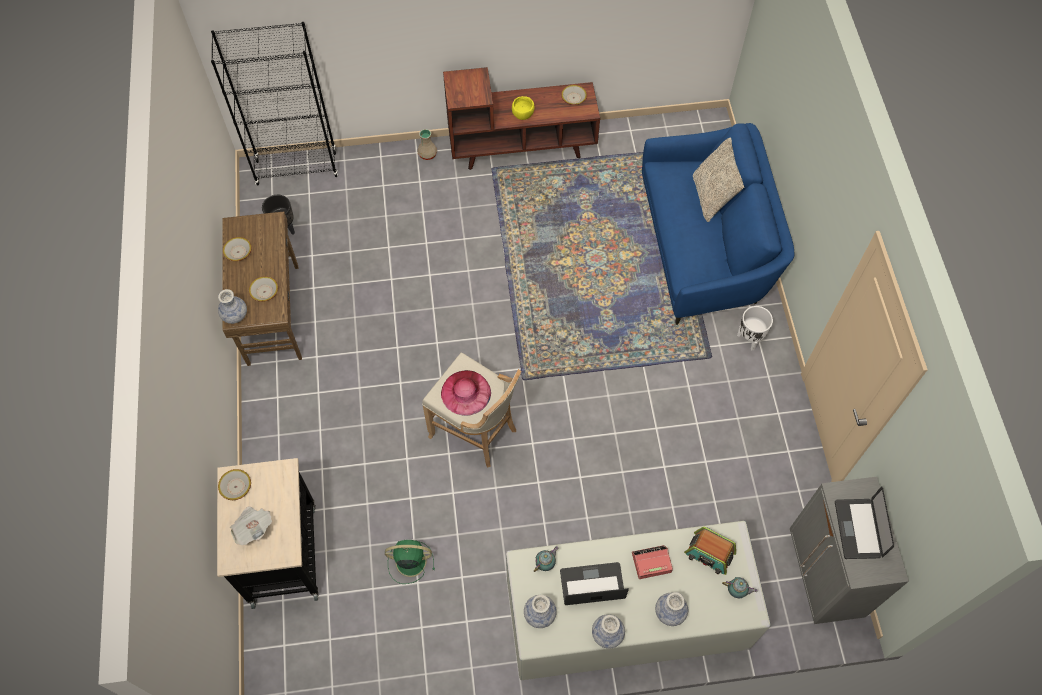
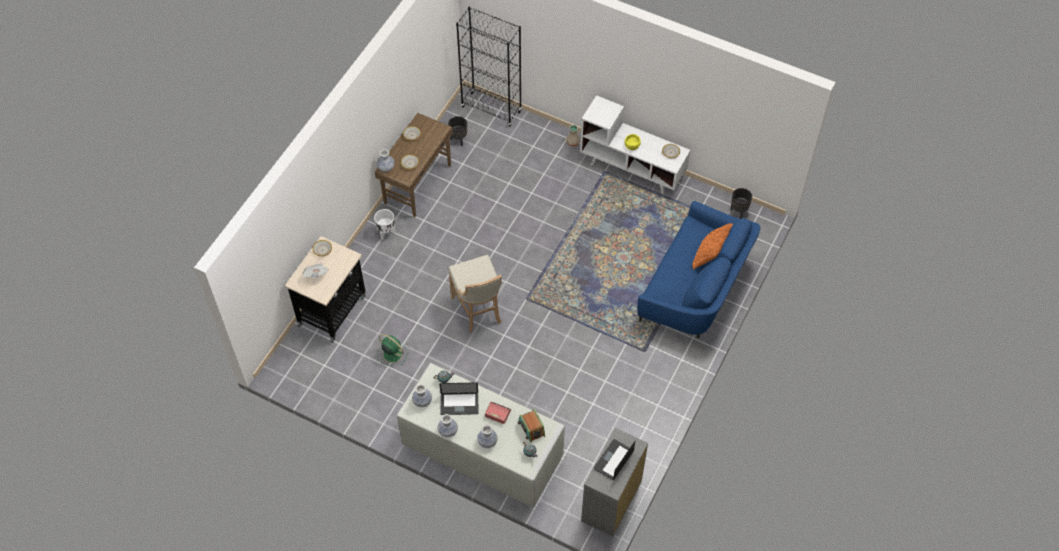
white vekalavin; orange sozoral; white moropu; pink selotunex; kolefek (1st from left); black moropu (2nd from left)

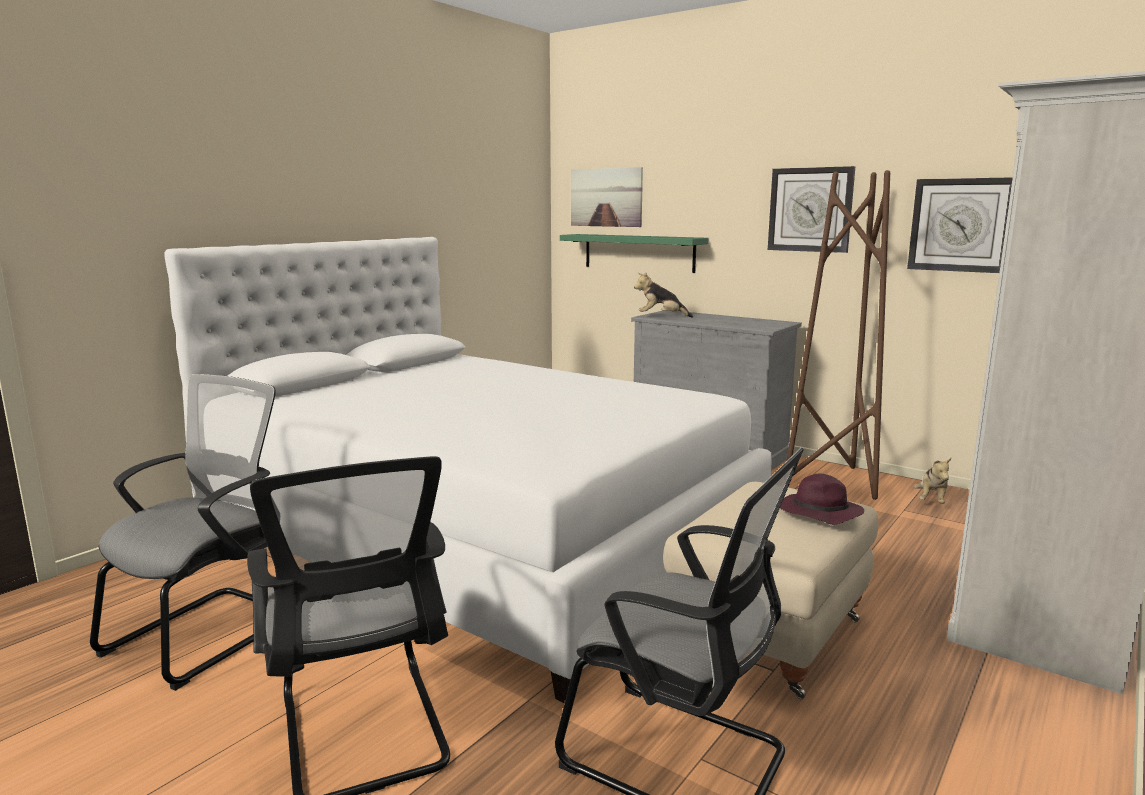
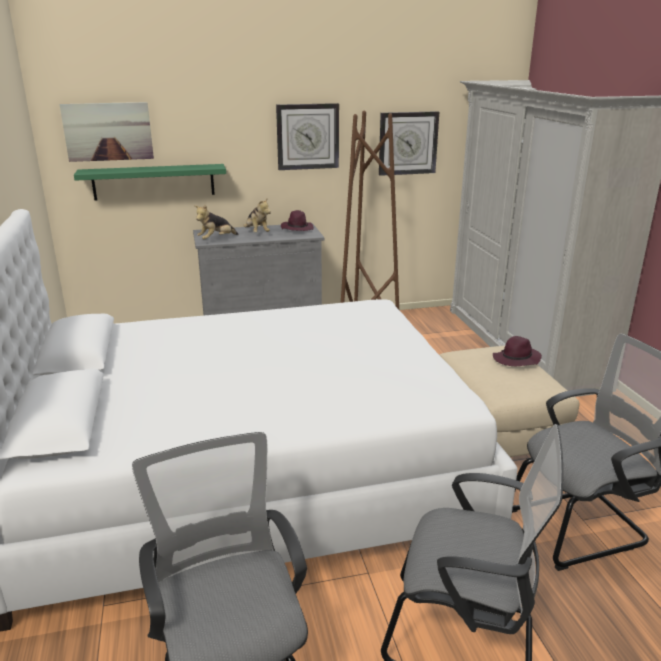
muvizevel (2nd from left); purple selotunex (1st from left)

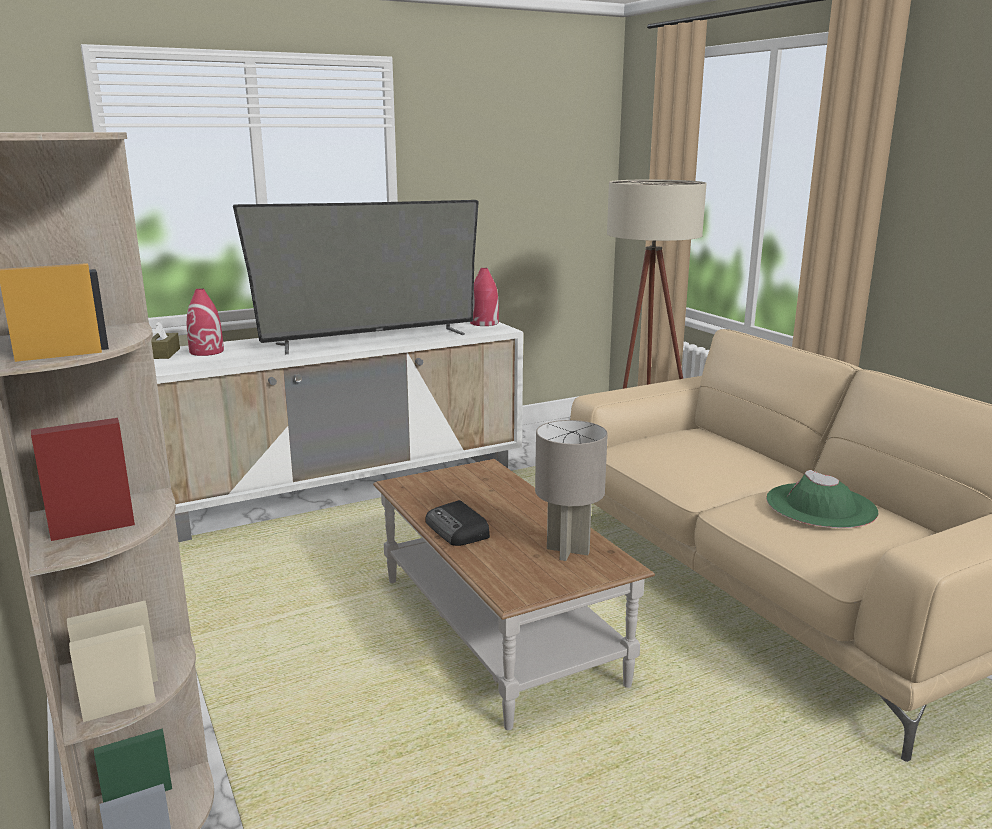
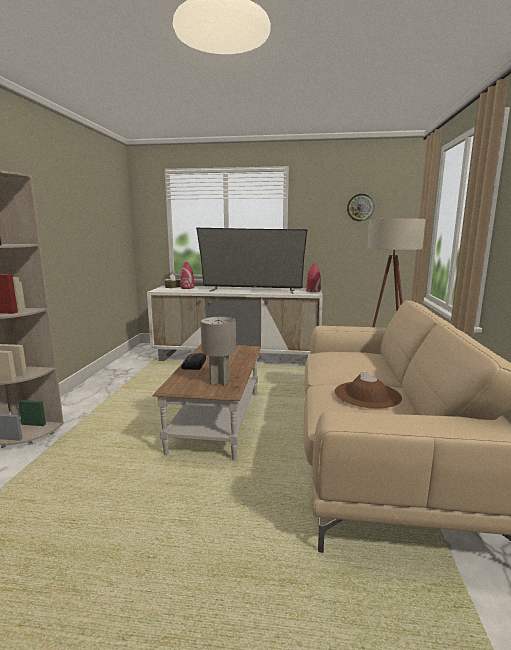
brown selotunex; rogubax

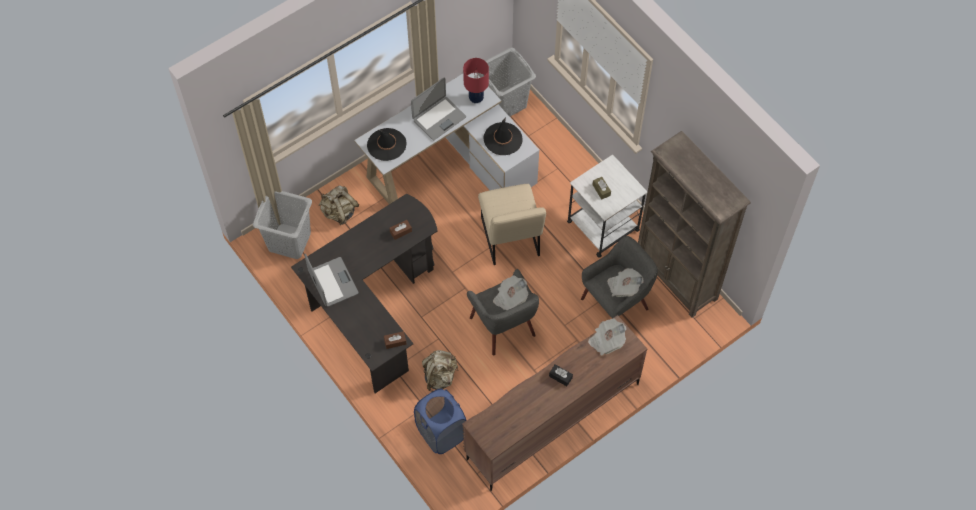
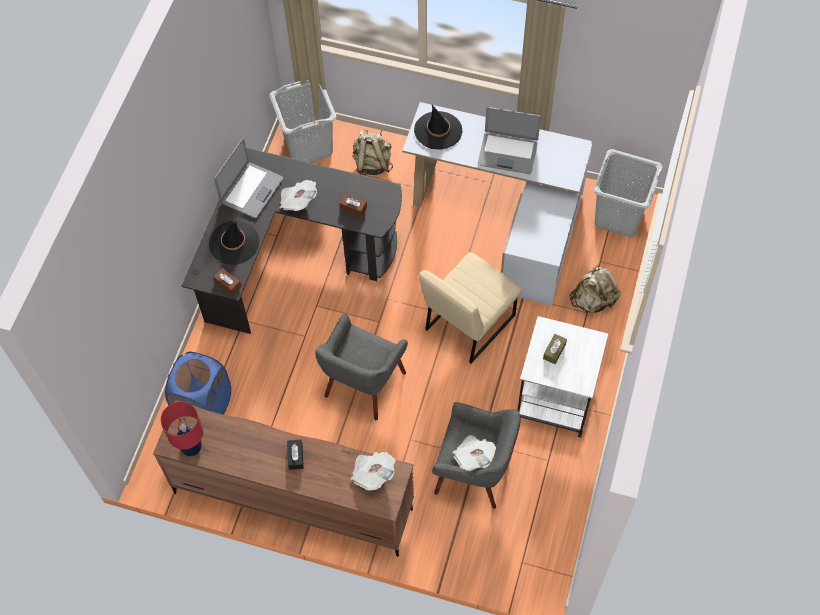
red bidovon; black selotunex (1st from left); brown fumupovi; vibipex (1st from left); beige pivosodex (2nd from left)

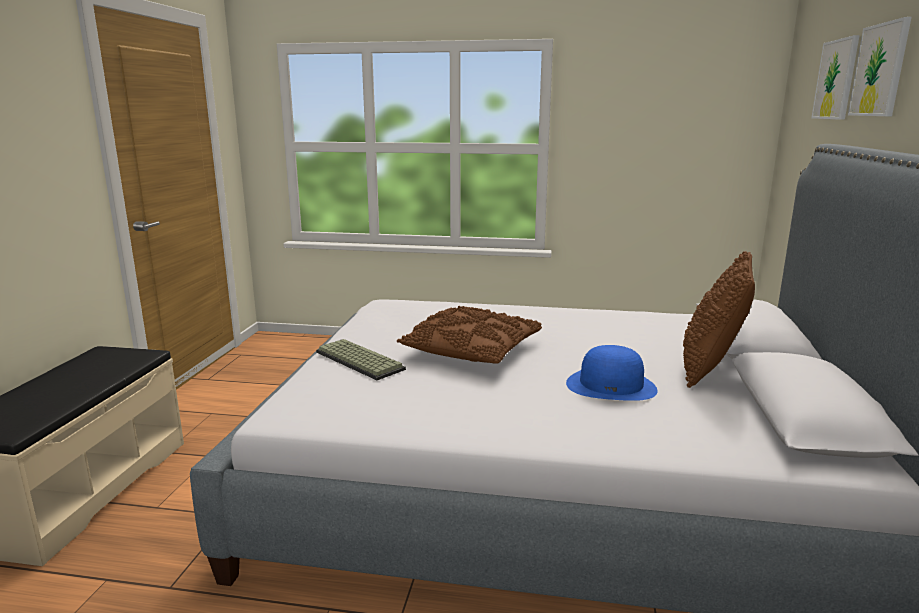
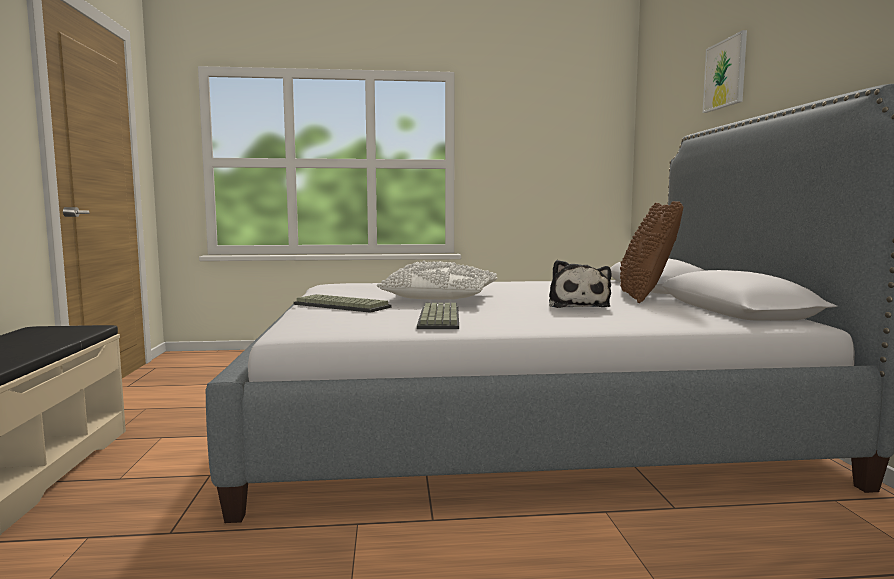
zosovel (1st from left in the first image); white sozoral; muvizevel; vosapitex (2nd from left)

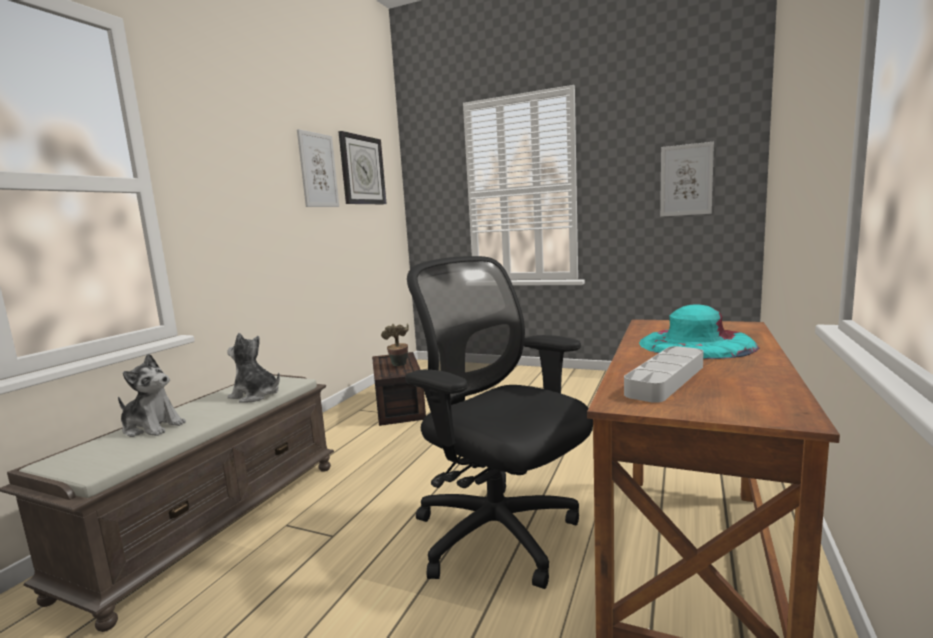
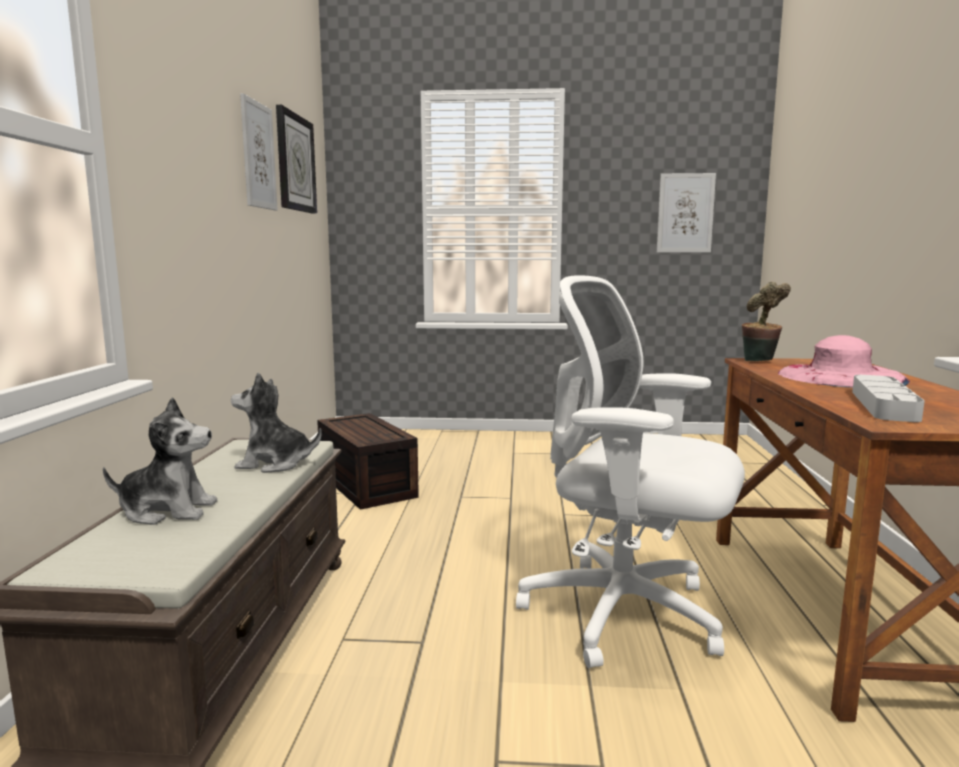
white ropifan; pink selotunex; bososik

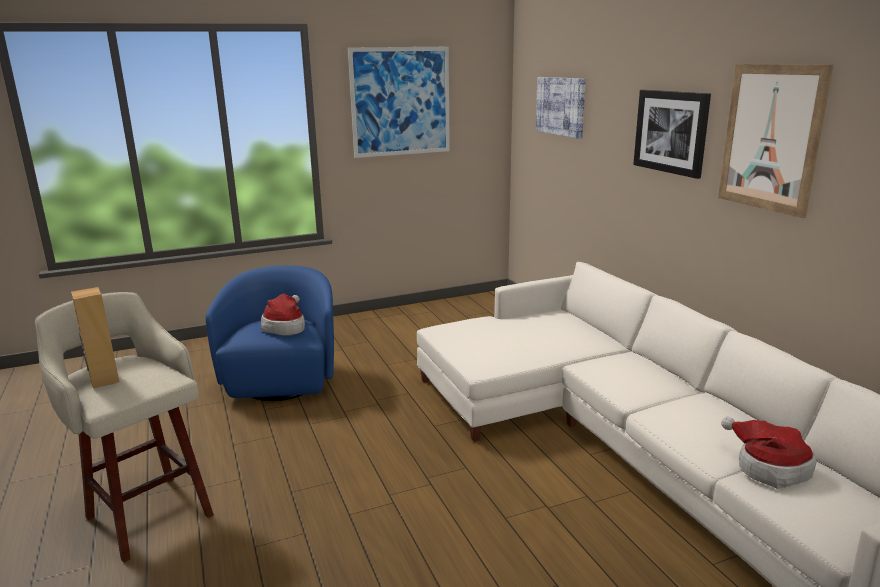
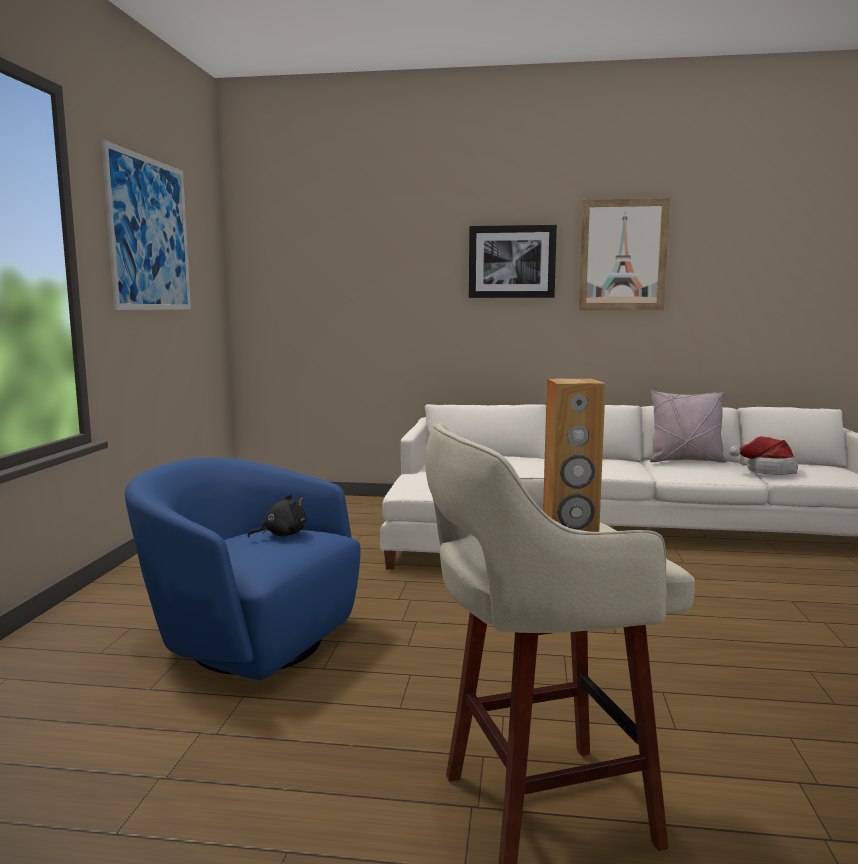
zosovel (2nd from left in the first image); black muvizevel; purple sozoral

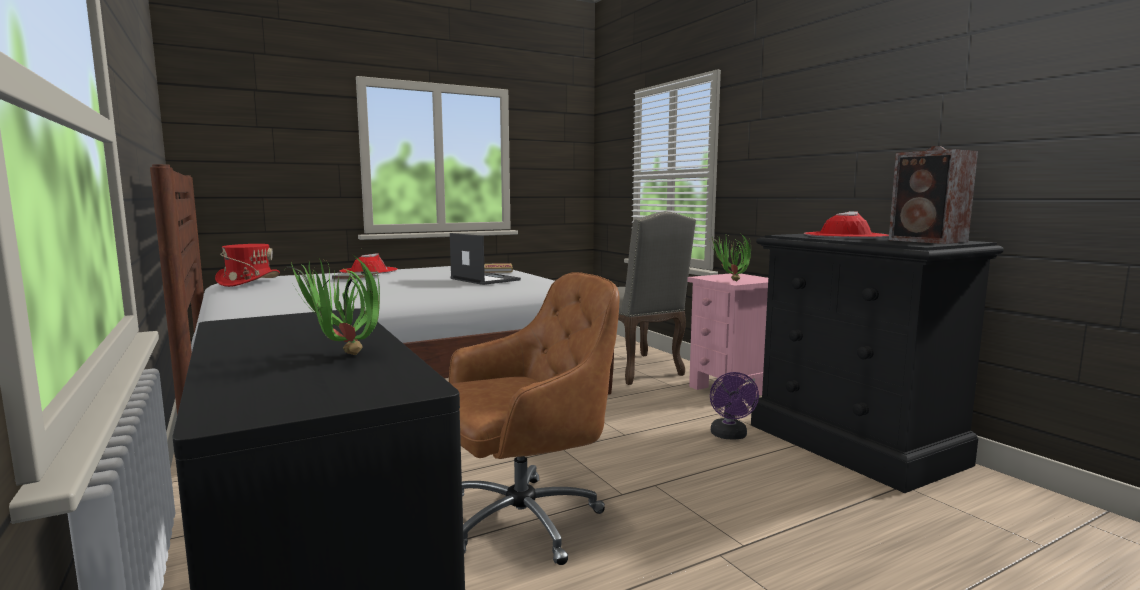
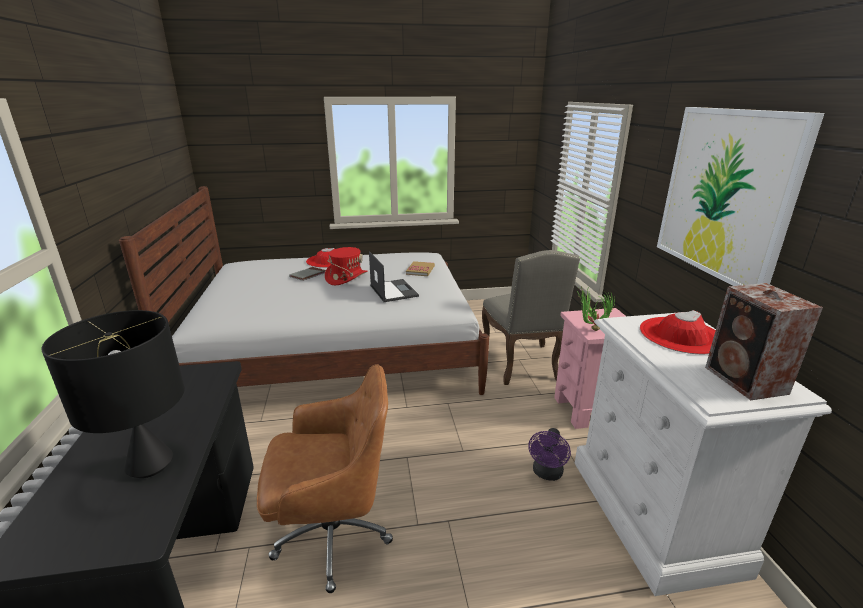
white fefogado; red selotunex (2nd from left); black bidovon; zosovel

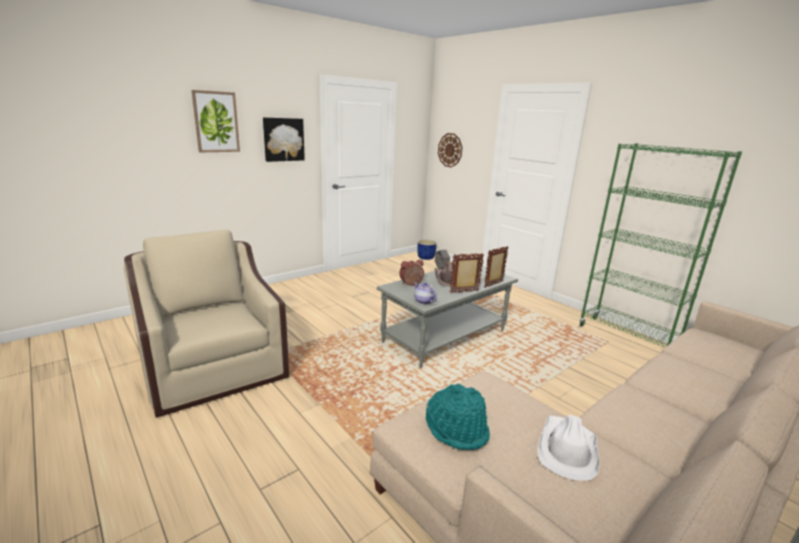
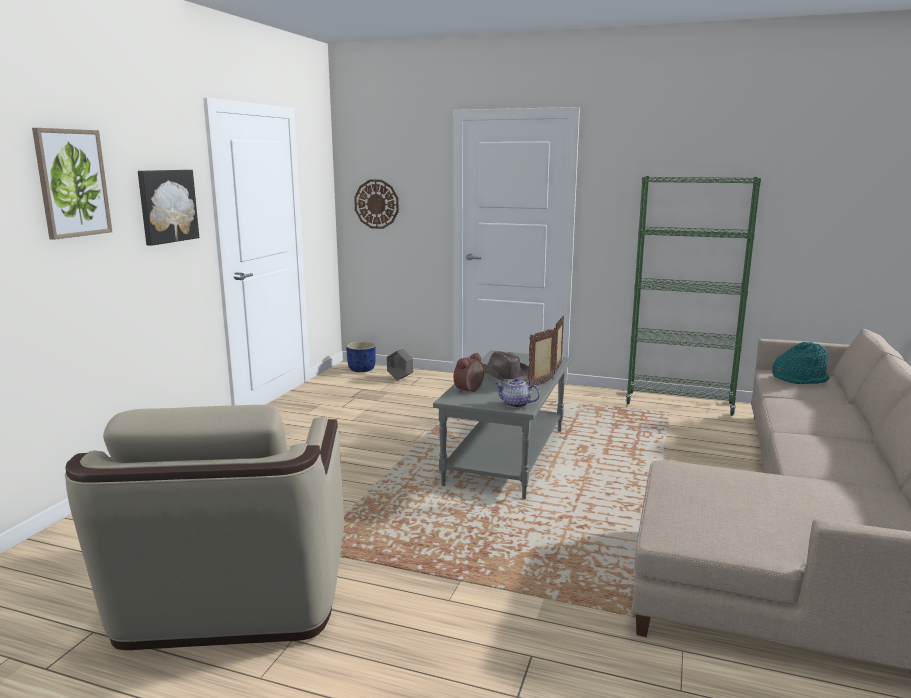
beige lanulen; turquoise selotunex; white selotunex

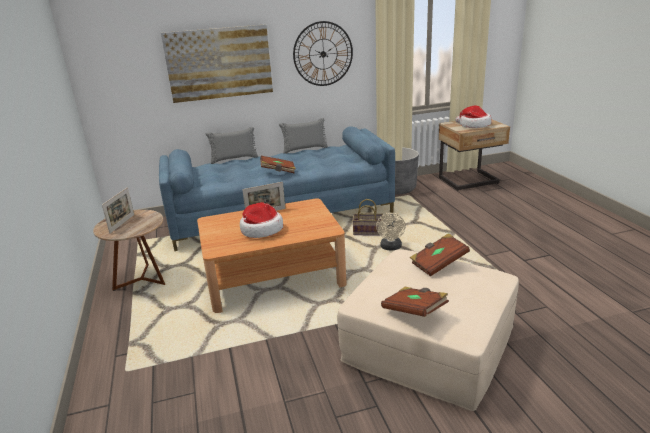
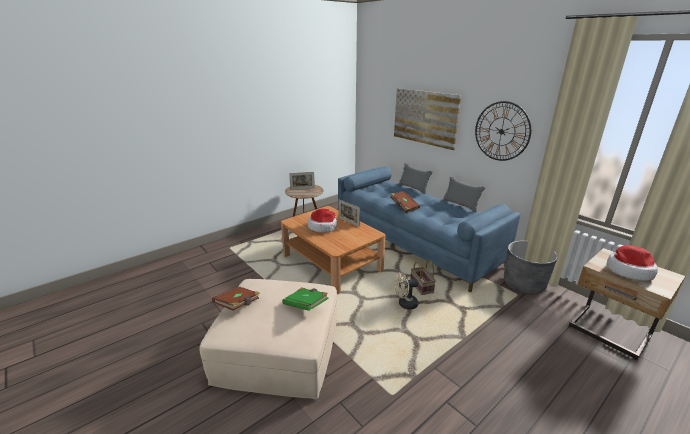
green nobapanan

